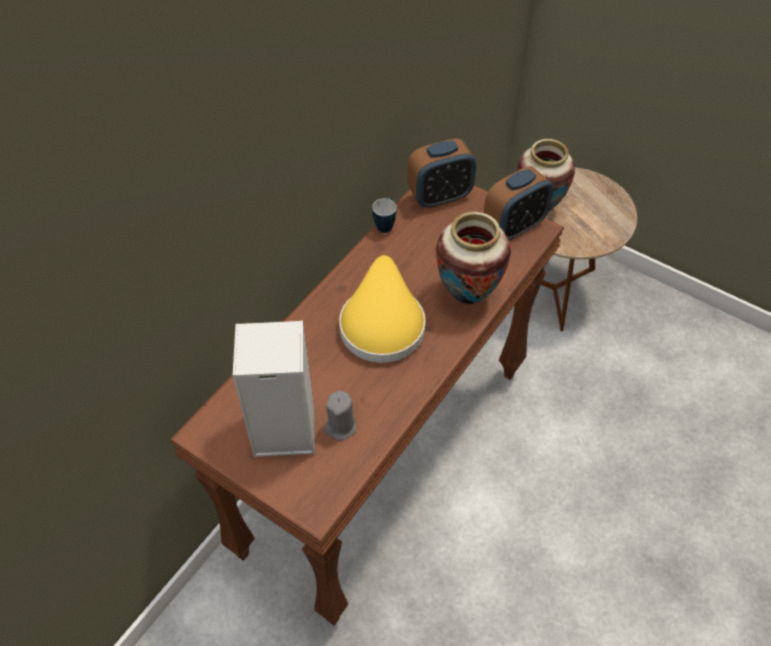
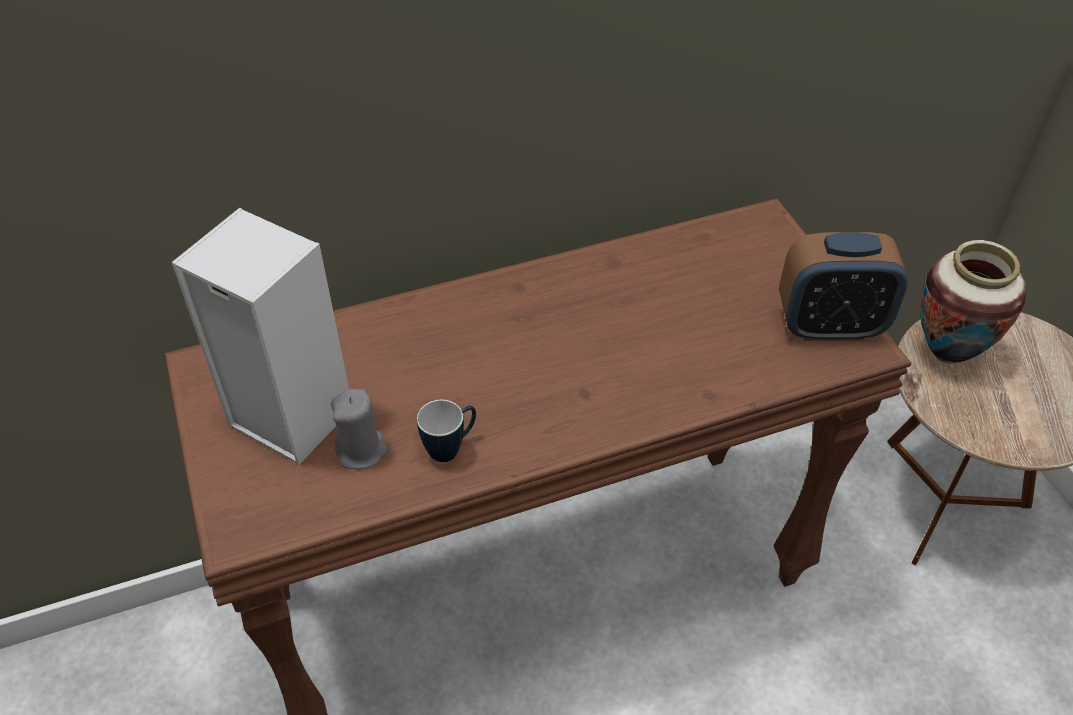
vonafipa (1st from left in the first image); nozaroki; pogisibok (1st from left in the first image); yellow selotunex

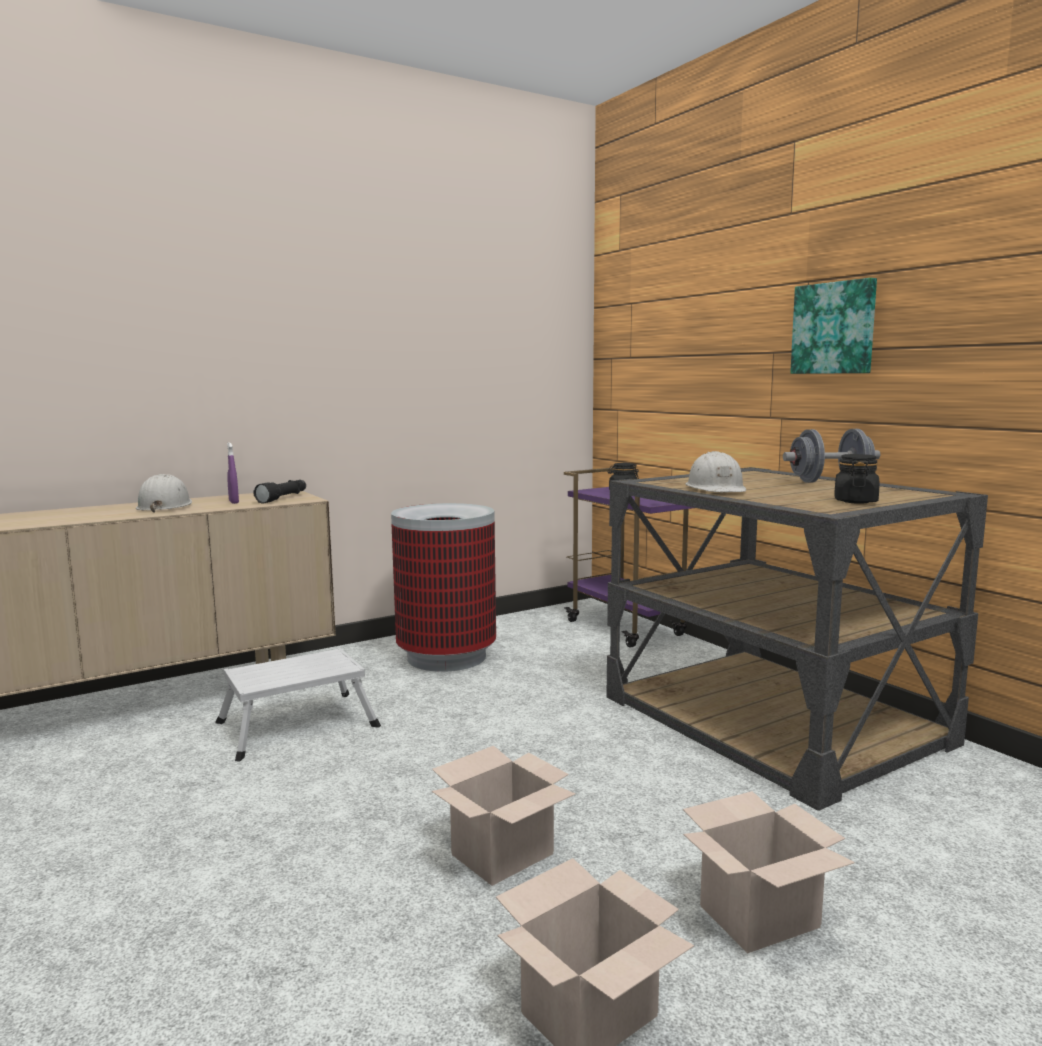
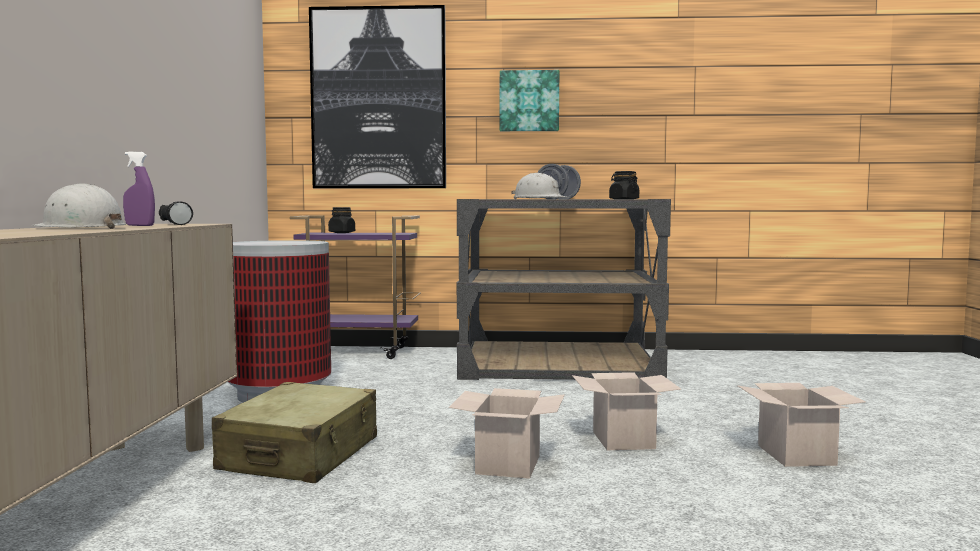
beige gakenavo; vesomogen (1st from left); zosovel (1st from left)

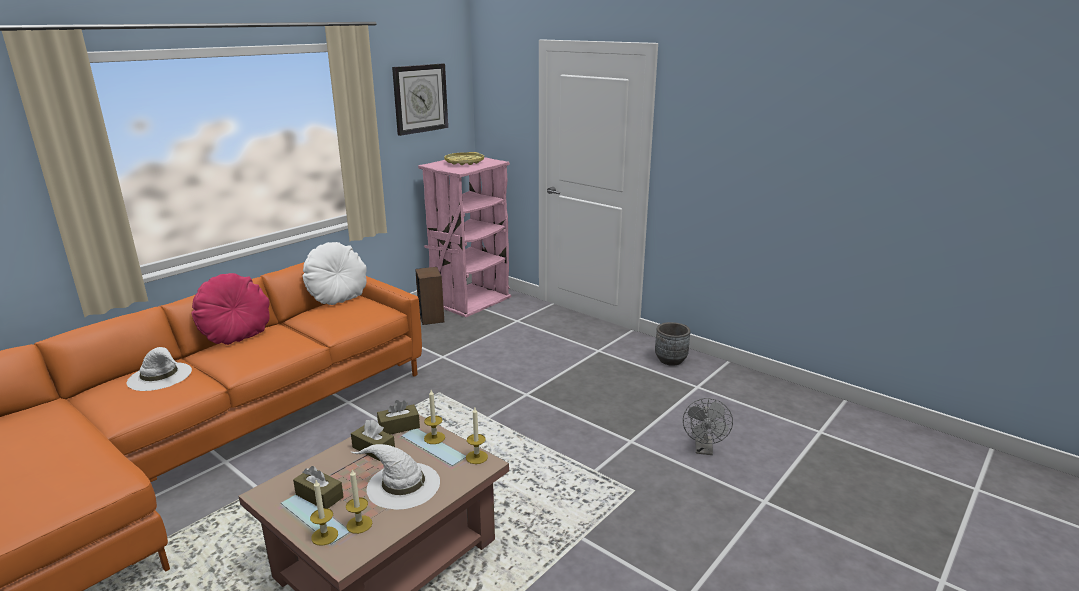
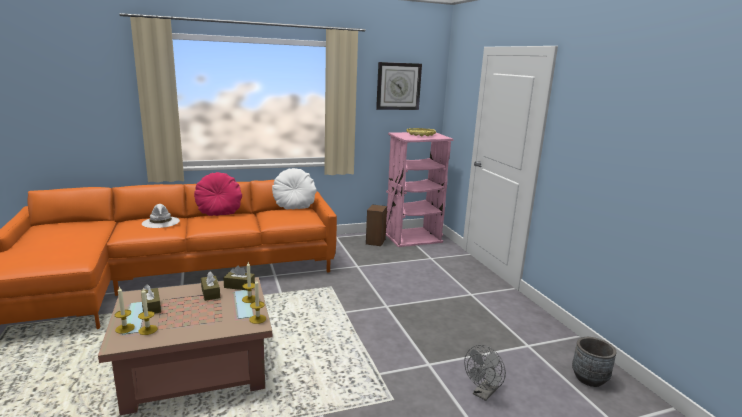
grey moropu; white selotunex (2nd from left in the first image)

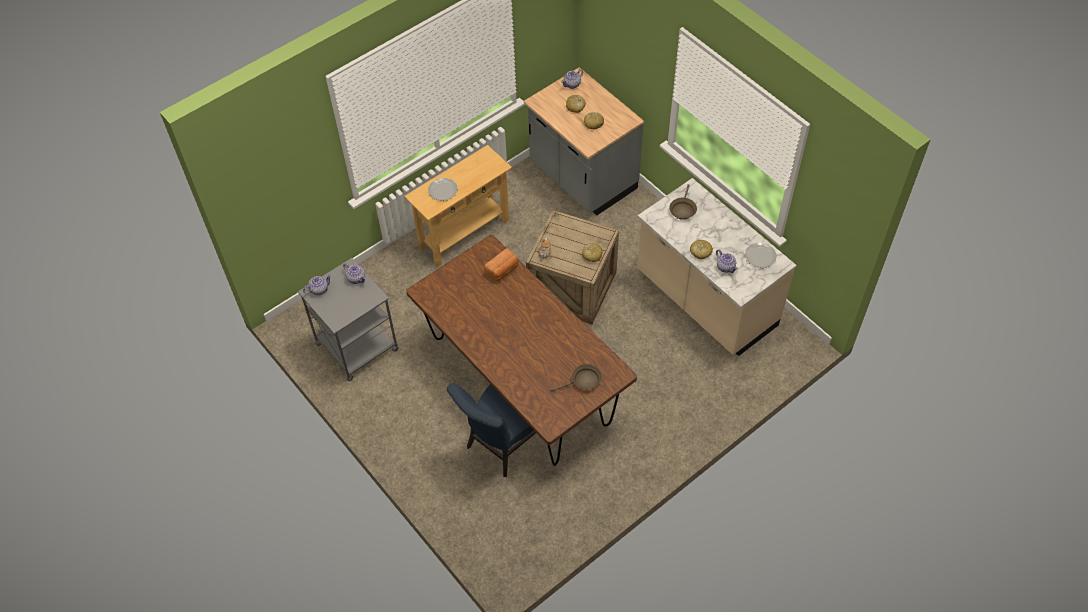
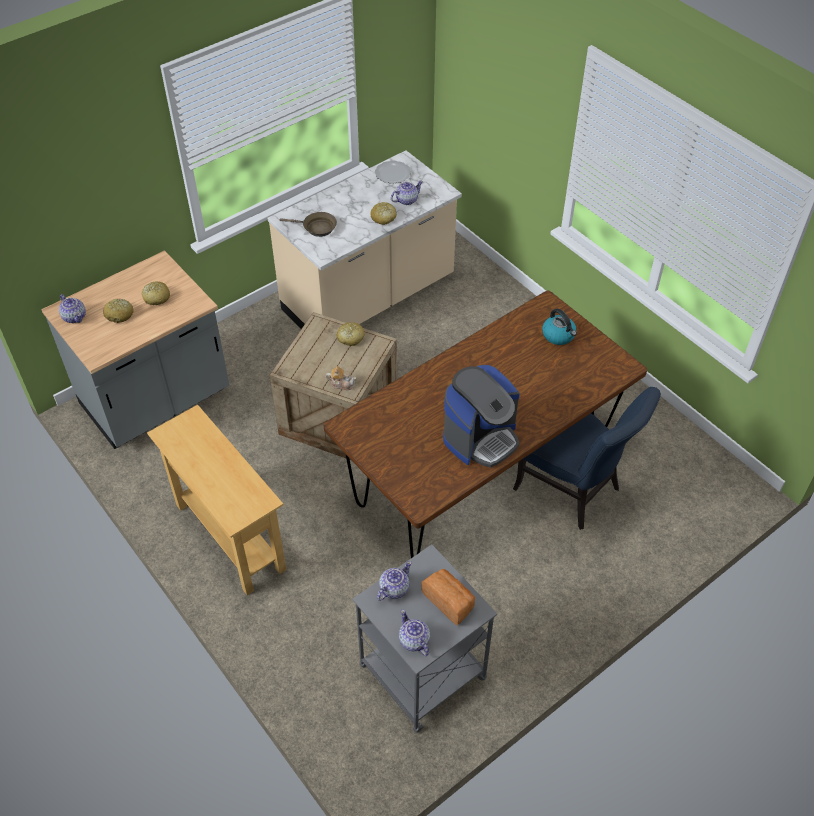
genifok (1st from left in the first image); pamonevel (5th from left); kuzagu; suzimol

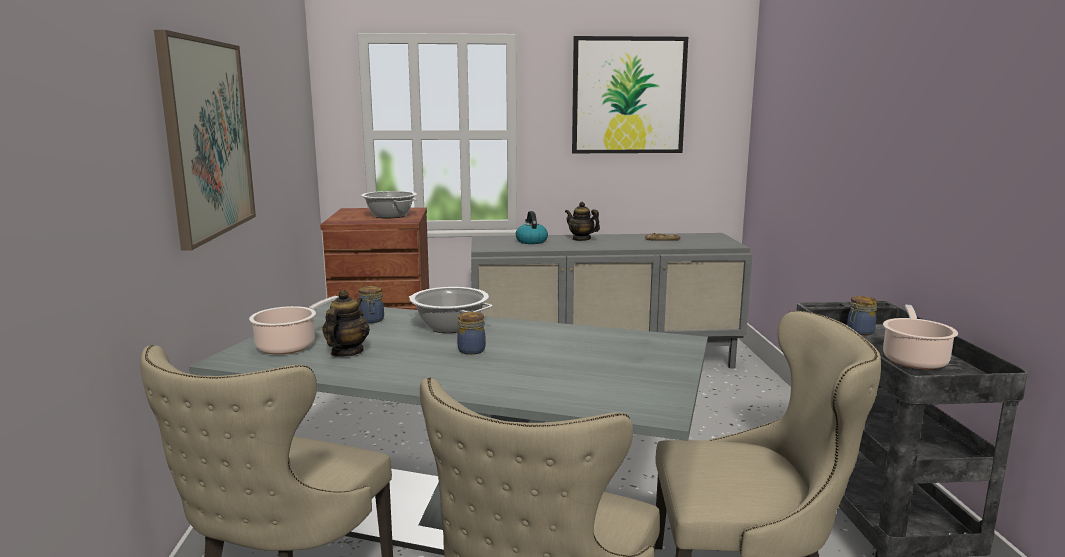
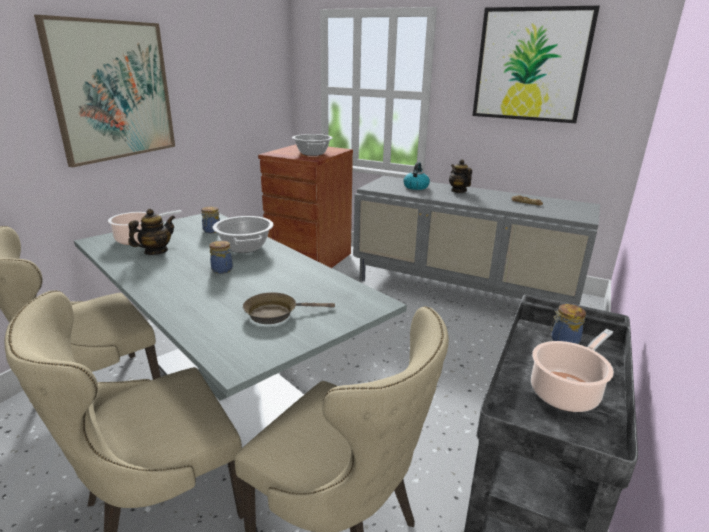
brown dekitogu

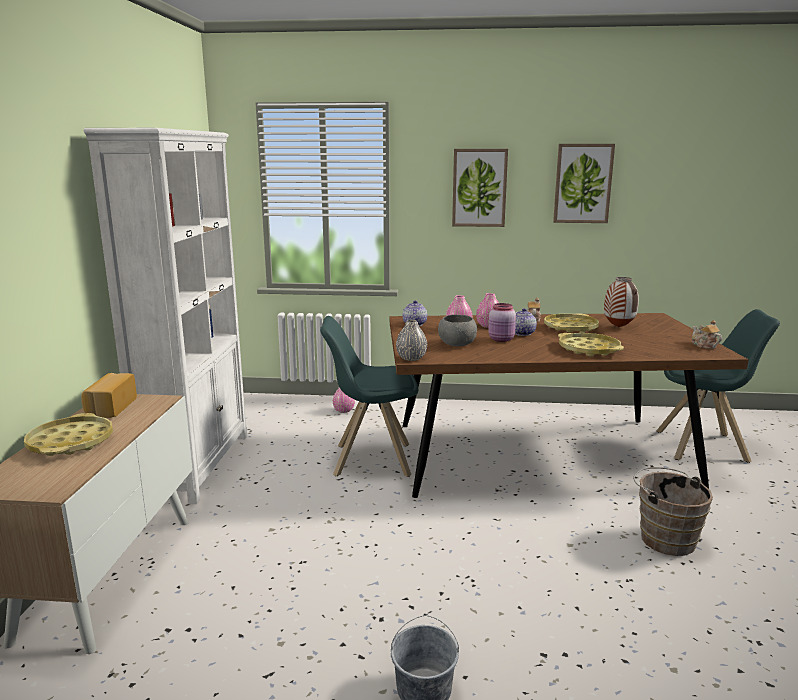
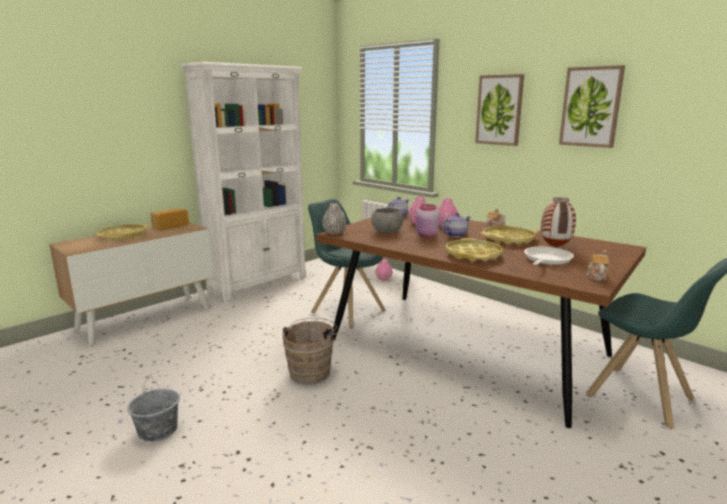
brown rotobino; dekitogu

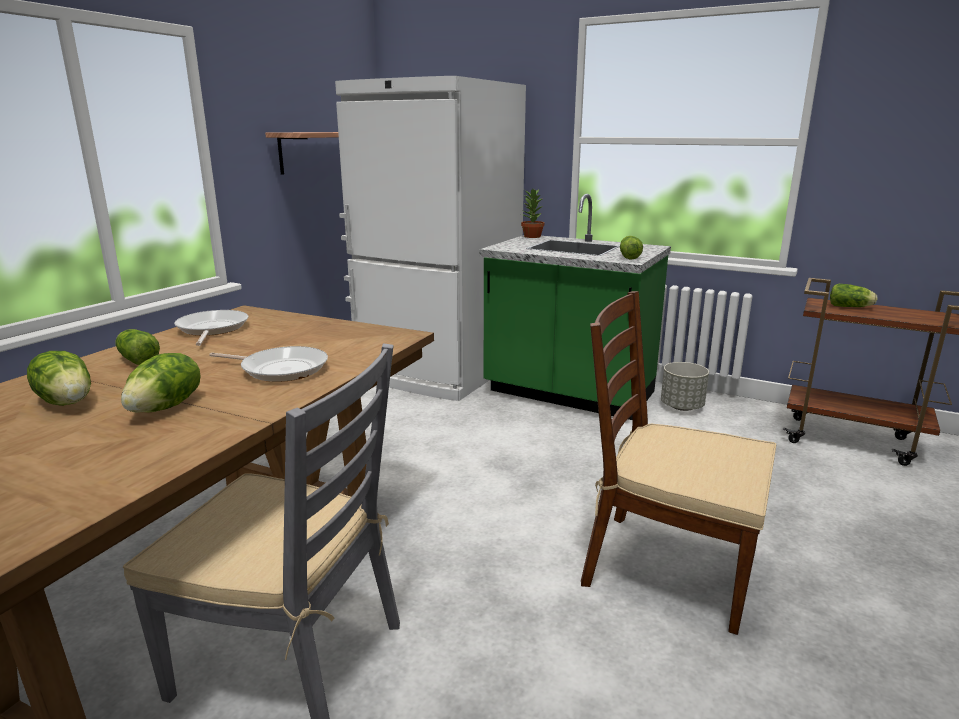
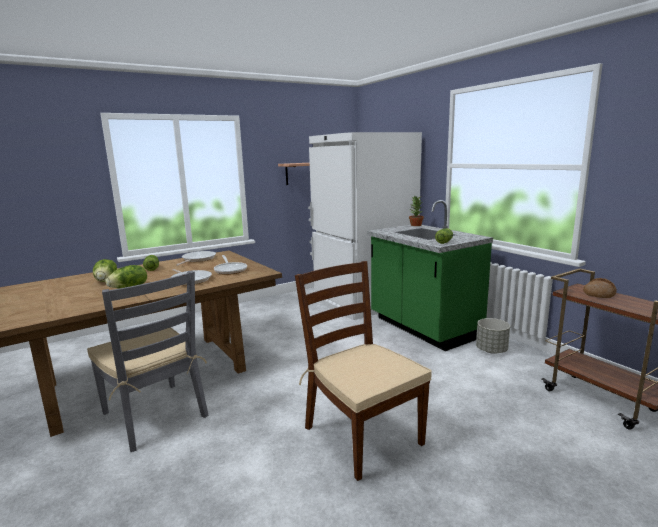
pamonevel; dekitogu (3rd from left)

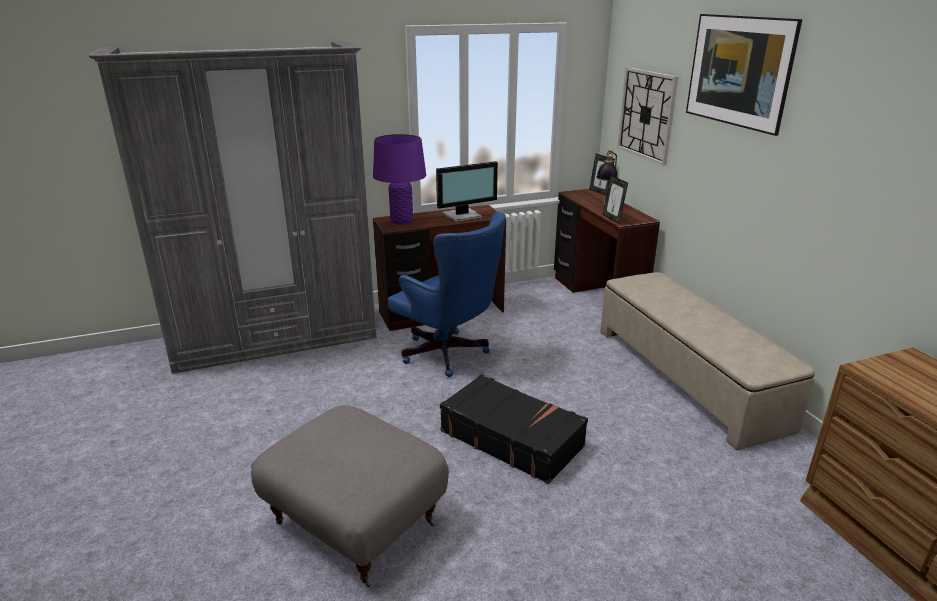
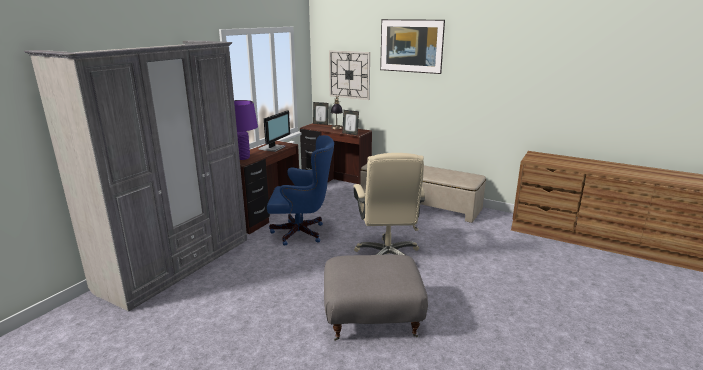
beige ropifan

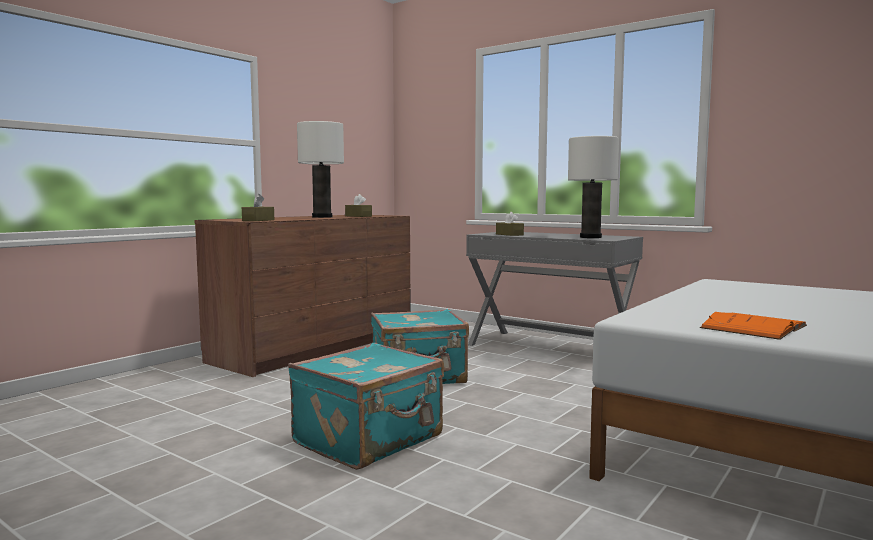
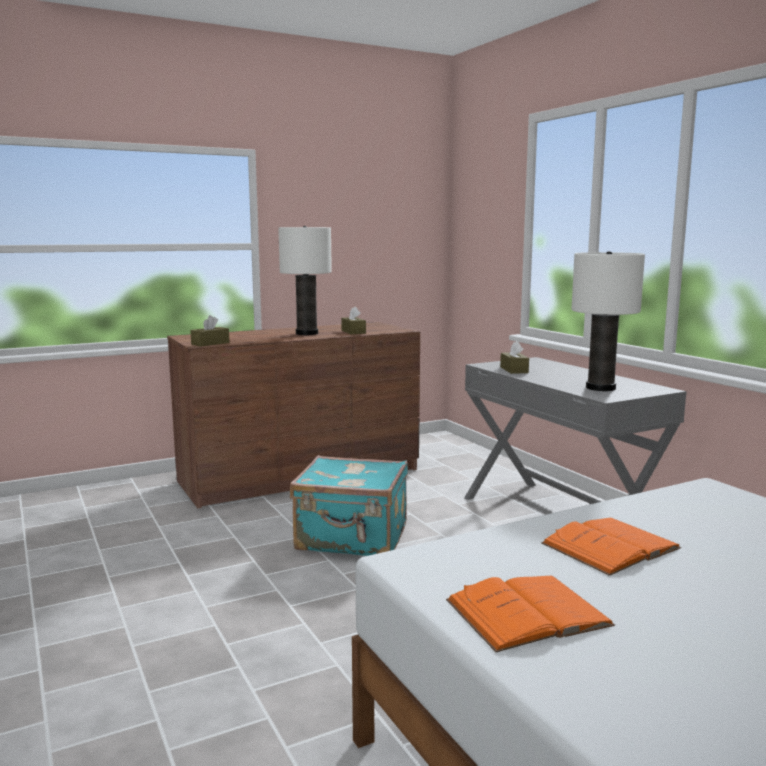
turquoise gakenavo (1st from left in the first image); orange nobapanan (2nd from left)

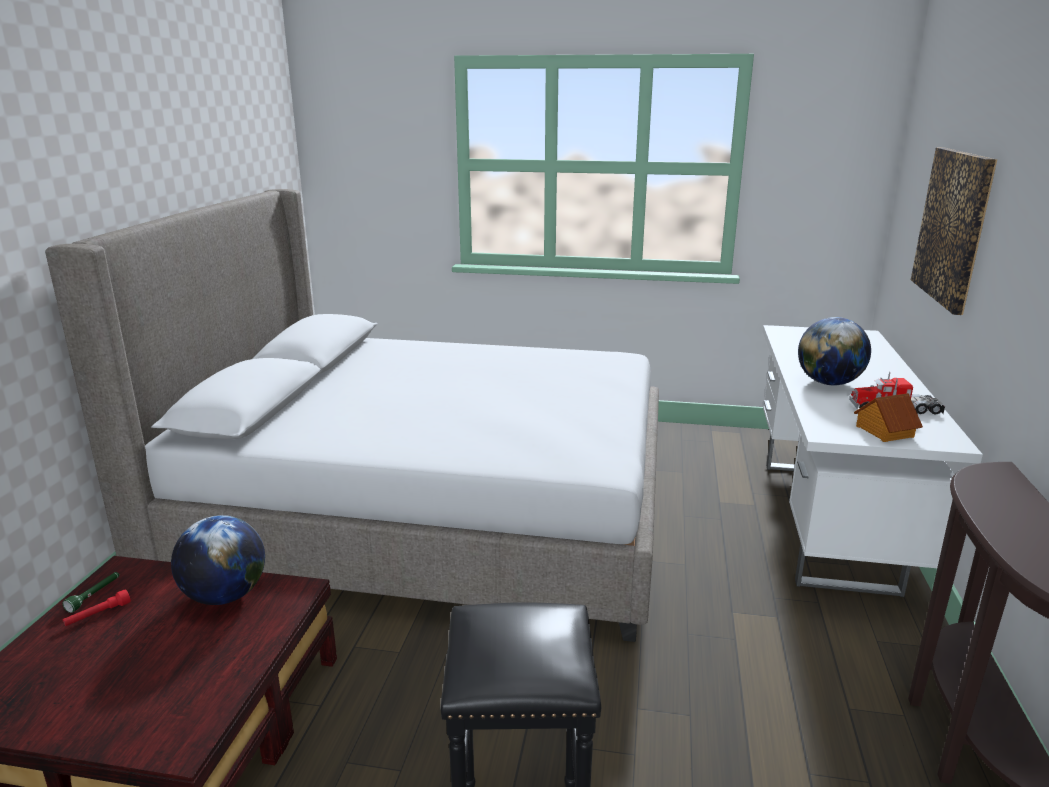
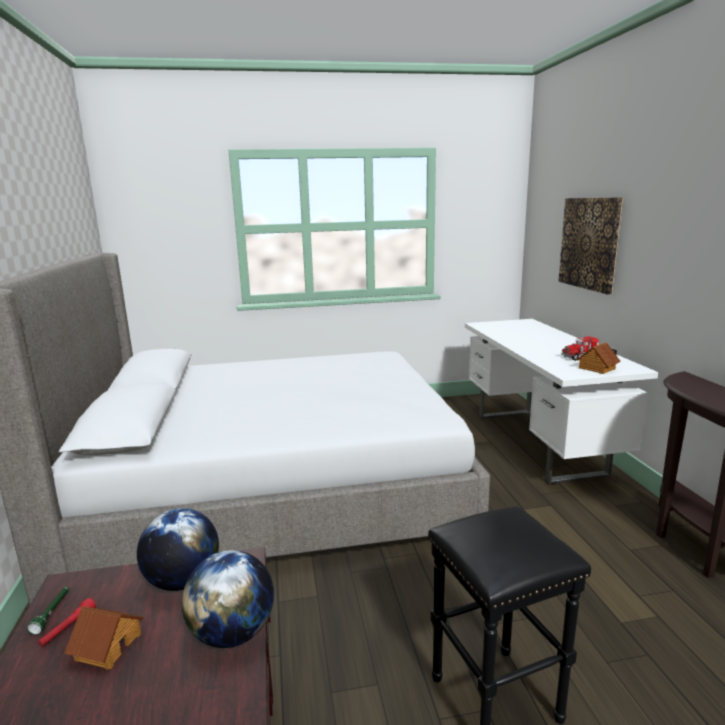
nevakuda (2nd from left); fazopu (1st from left)

